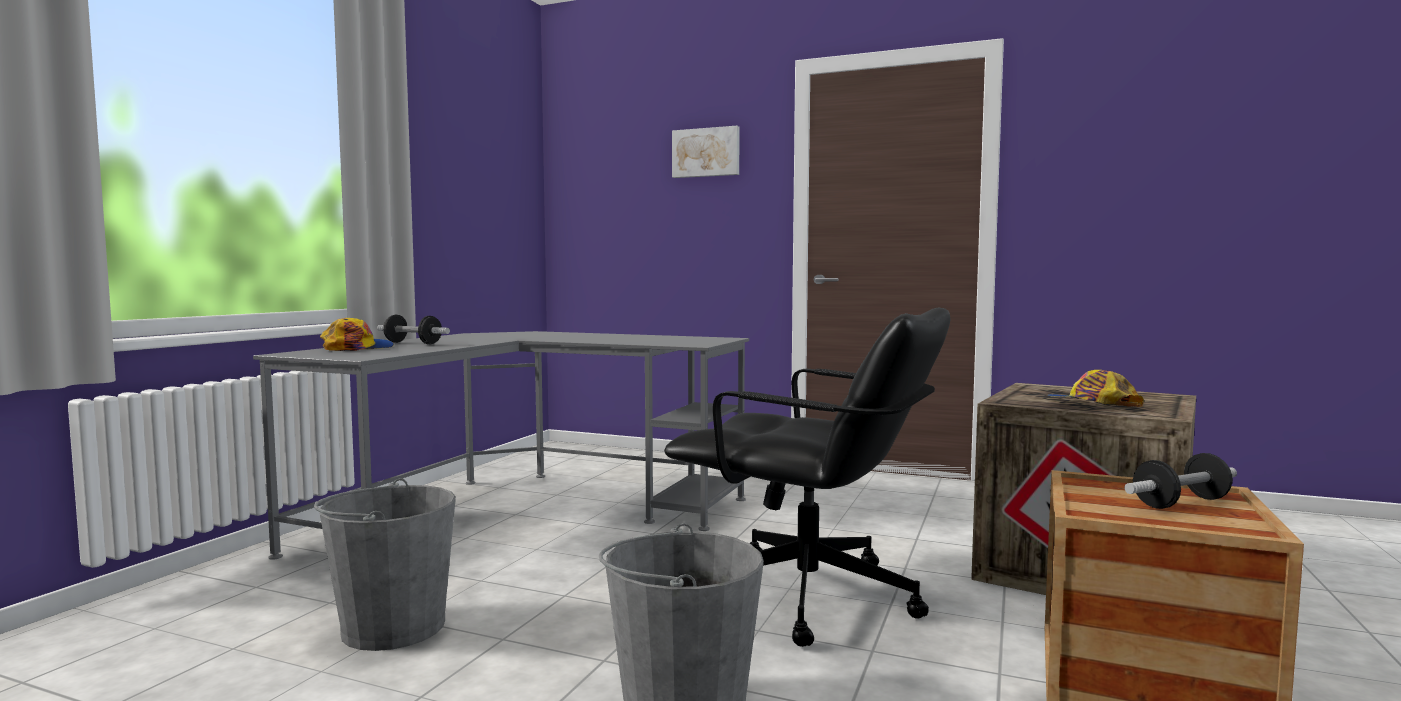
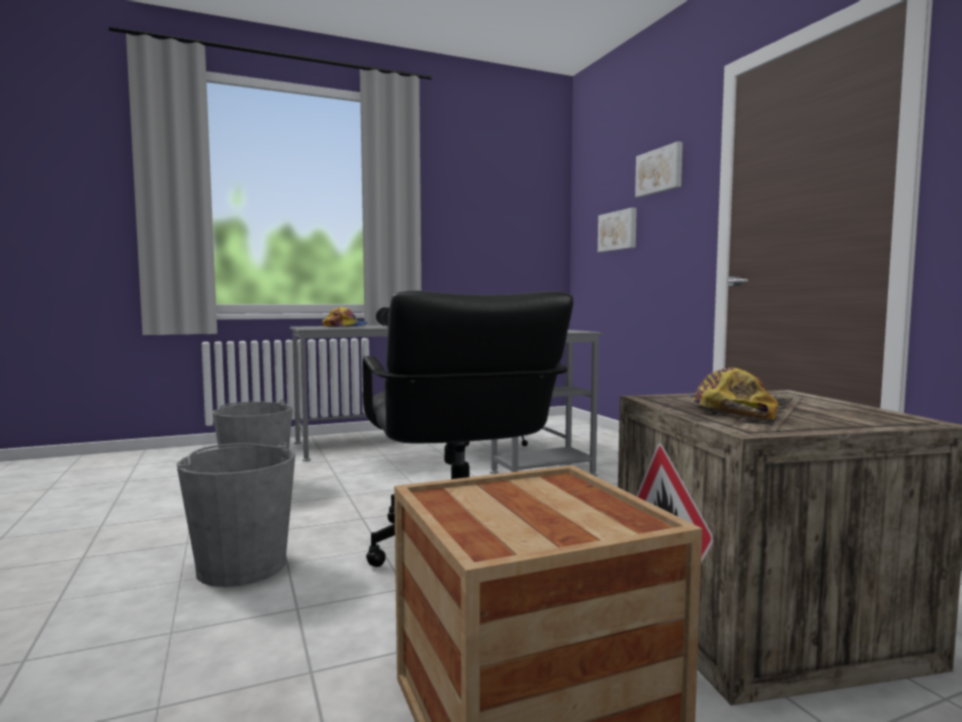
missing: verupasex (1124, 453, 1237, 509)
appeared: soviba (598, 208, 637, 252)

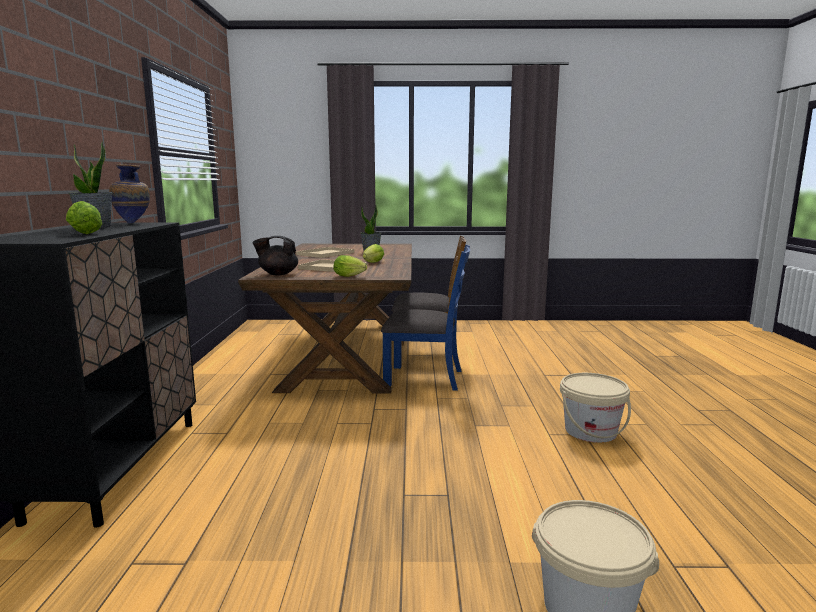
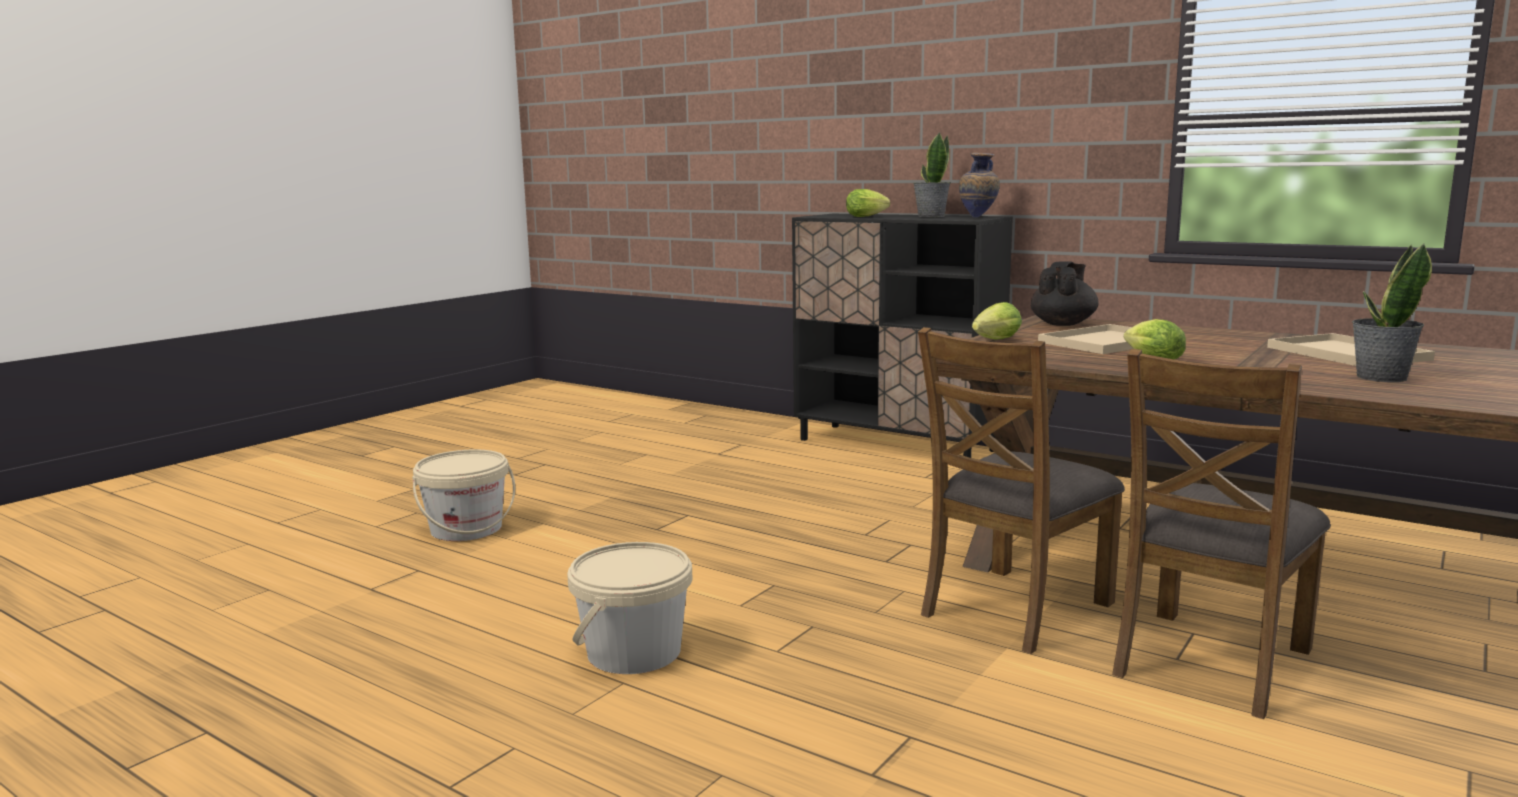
colour: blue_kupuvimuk (381, 245, 470, 391) to brown_kupuvimuk (918, 327, 1125, 654)

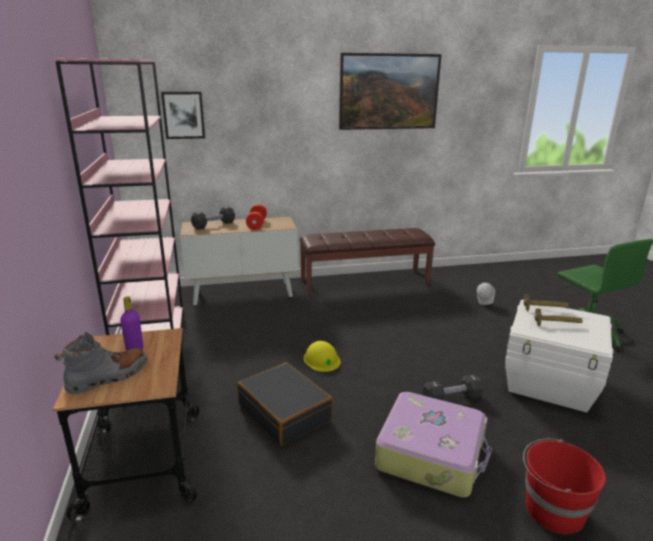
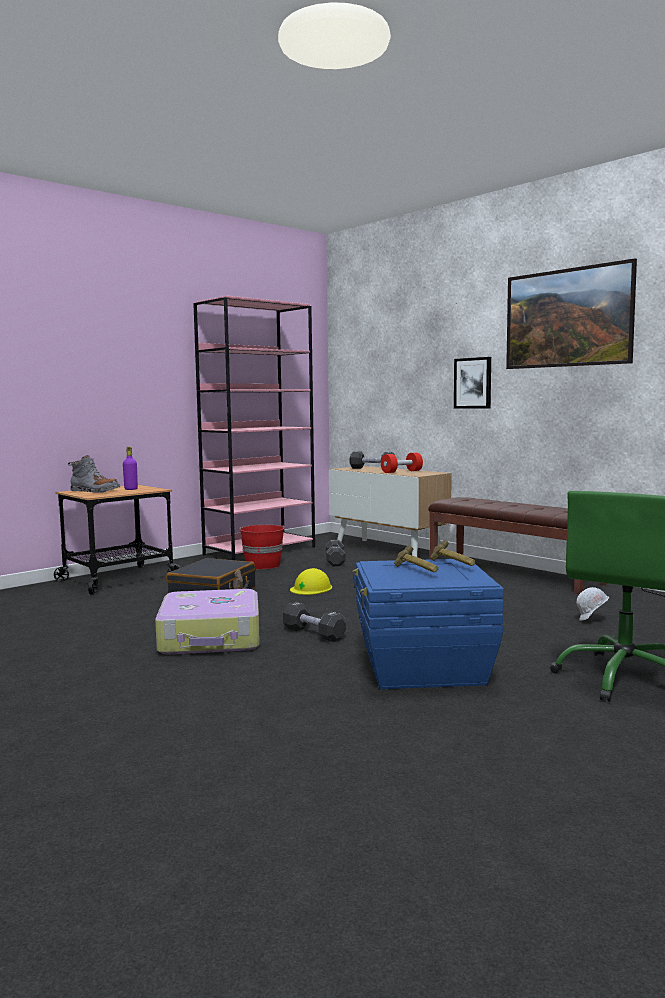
appeared: black_verupasex (326, 539, 345, 566)
relocated: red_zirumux (523, 438, 606, 534) to (239, 525, 285, 570); soviba (161, 92, 205, 139) to (454, 357, 491, 409)
colour: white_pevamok (505, 300, 613, 412) to blue_pevamok (352, 559, 504, 689)

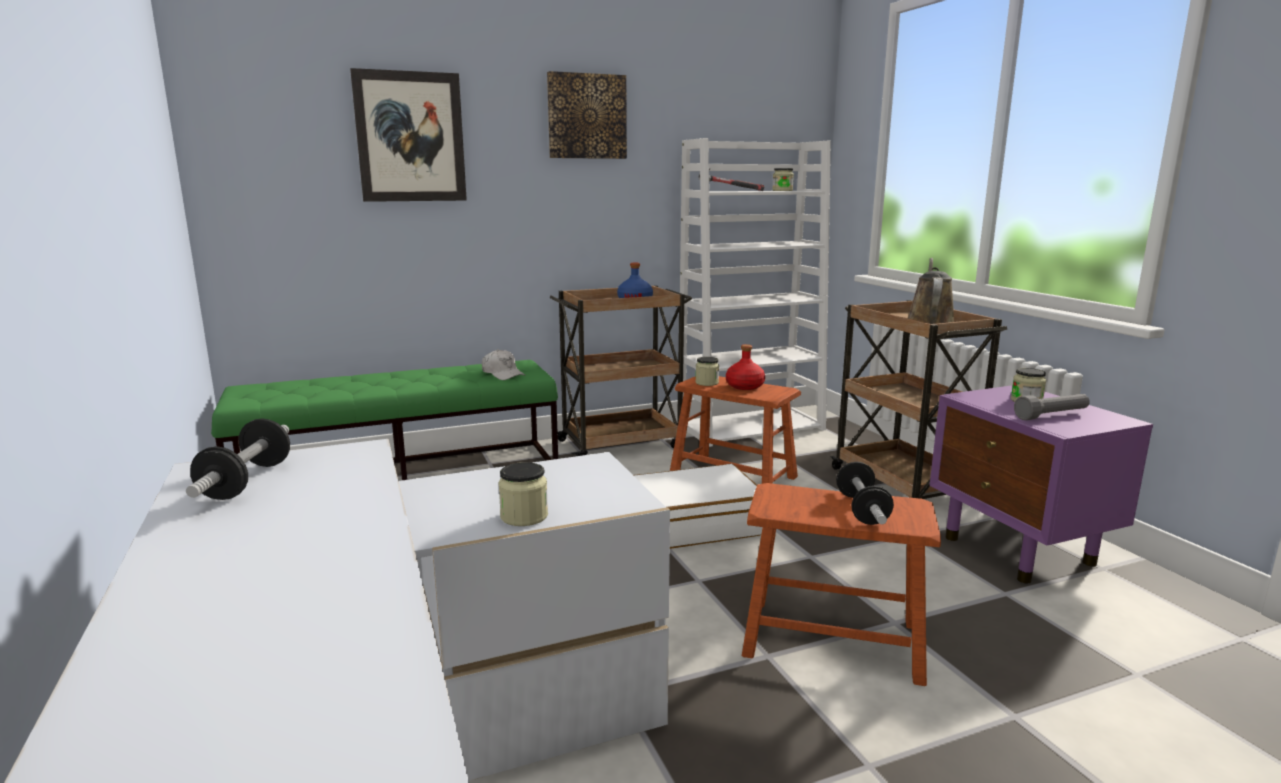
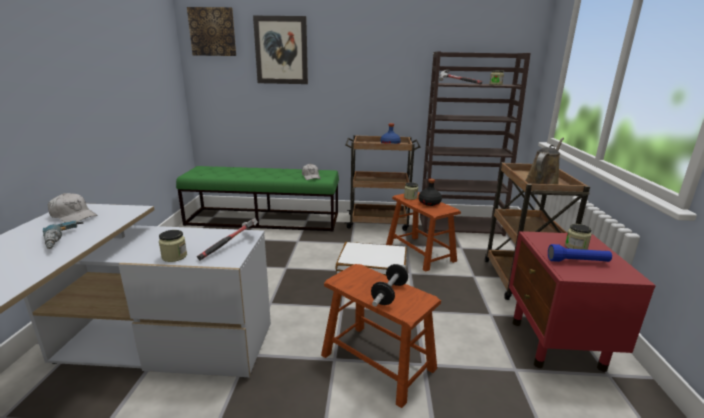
appeared: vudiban (43, 220, 83, 249); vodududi (197, 218, 258, 261)
relocated: soviba (547, 71, 627, 159) to (187, 7, 236, 56)
exchanged: verupasex (186, 418, 290, 500) to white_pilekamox (48, 193, 98, 223)
colour: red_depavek (726, 344, 765, 390) to black_depavek (418, 179, 442, 206); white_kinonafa (680, 138, 831, 447) to brown_kinonafa (420, 51, 531, 236); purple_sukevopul (930, 385, 1153, 584) to red_sukevopul (509, 231, 656, 372); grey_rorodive (1014, 394, 1090, 420) to blue_rorodive (548, 244, 612, 262)

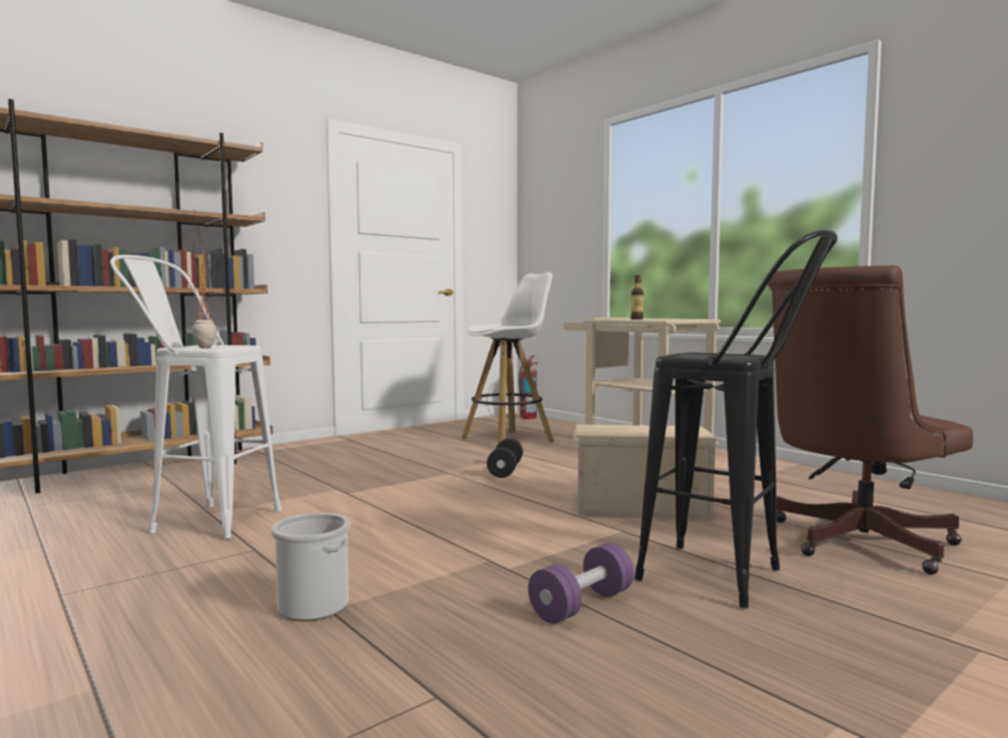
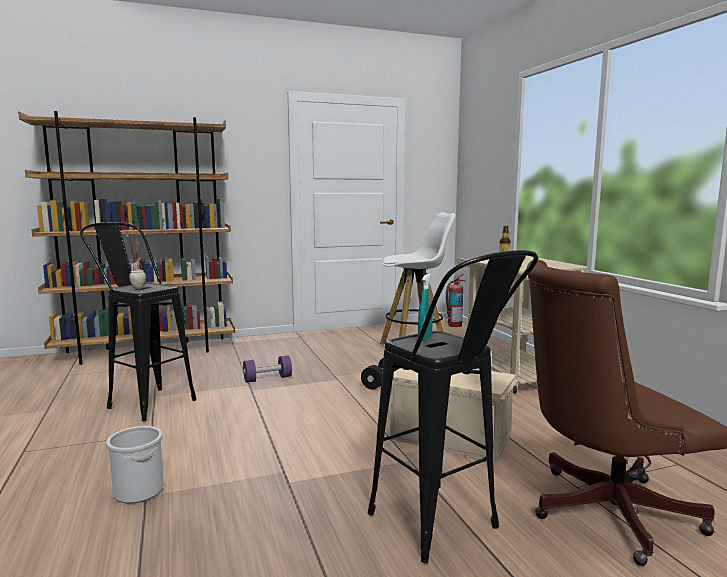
appeared: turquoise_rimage (418, 274, 433, 341)
relocated: purple_verupasex (528, 543, 634, 624) to (243, 355, 292, 383)
colour: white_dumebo (110, 255, 281, 539) to black_dumebo (80, 222, 197, 421)

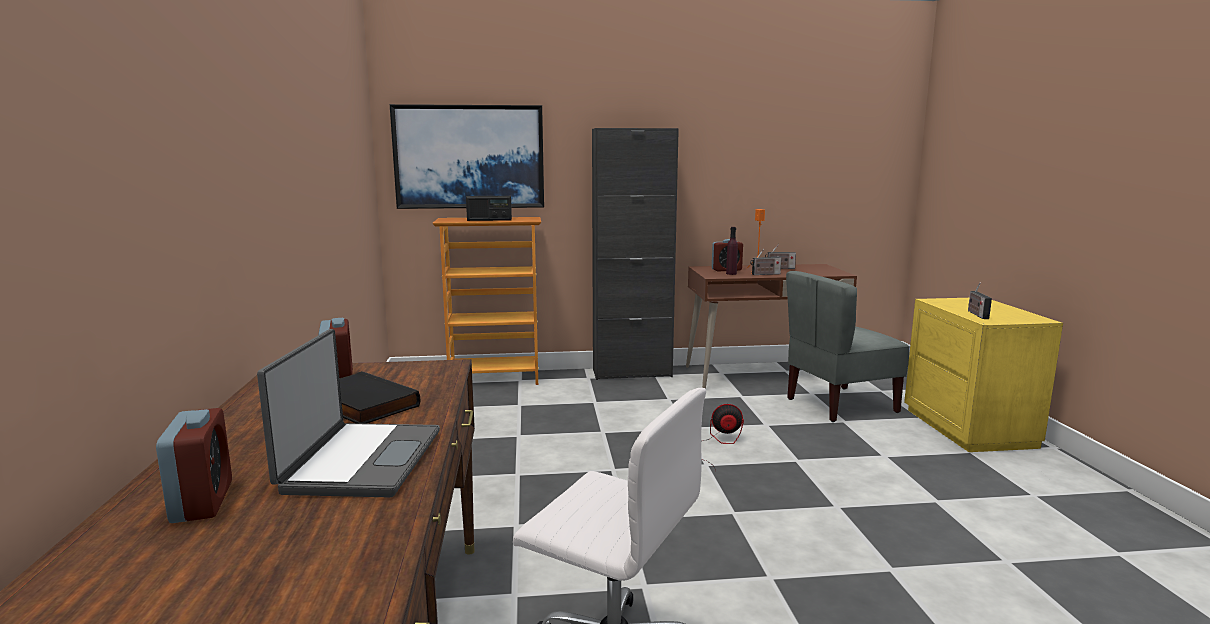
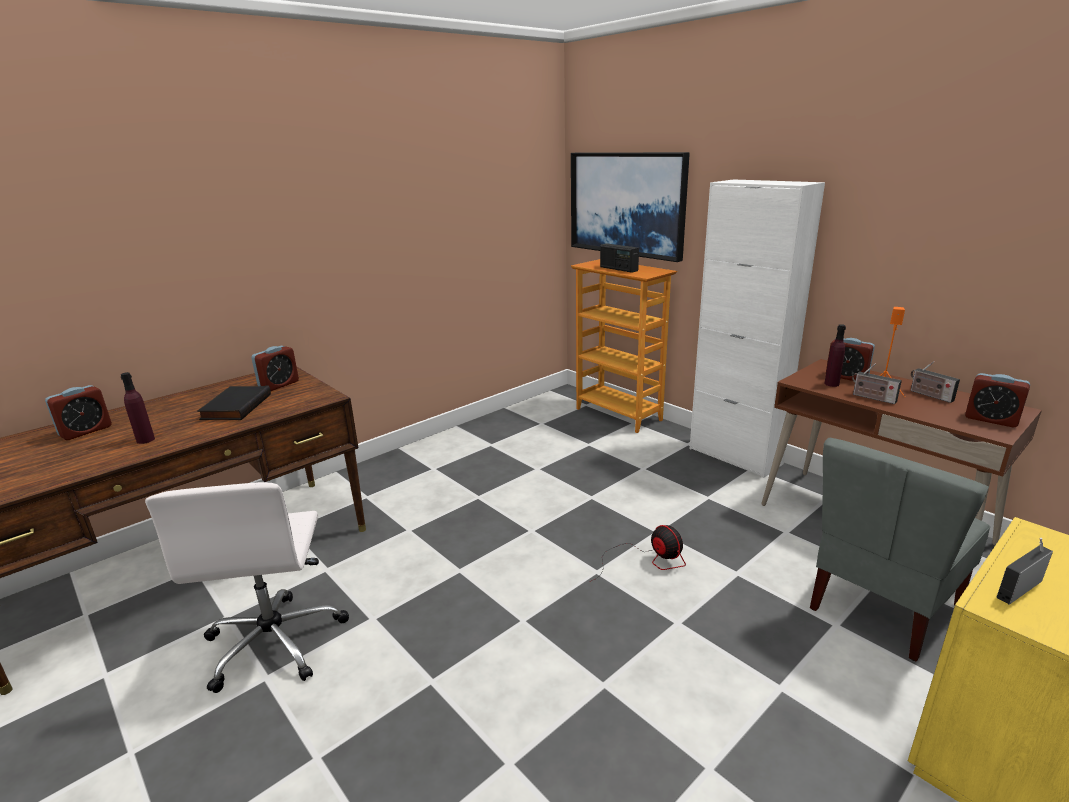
appeared: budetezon (965, 373, 1030, 427)
exchanged: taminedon (257, 329, 440, 497) to purple_depavek (121, 372, 155, 444)
colour: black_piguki (592, 128, 679, 380) to white_piguki (690, 179, 825, 478)
spun: grey_kupuvimuk (786, 271, 909, 422) = (810, 438, 990, 662) 75 degrees counterclockwise

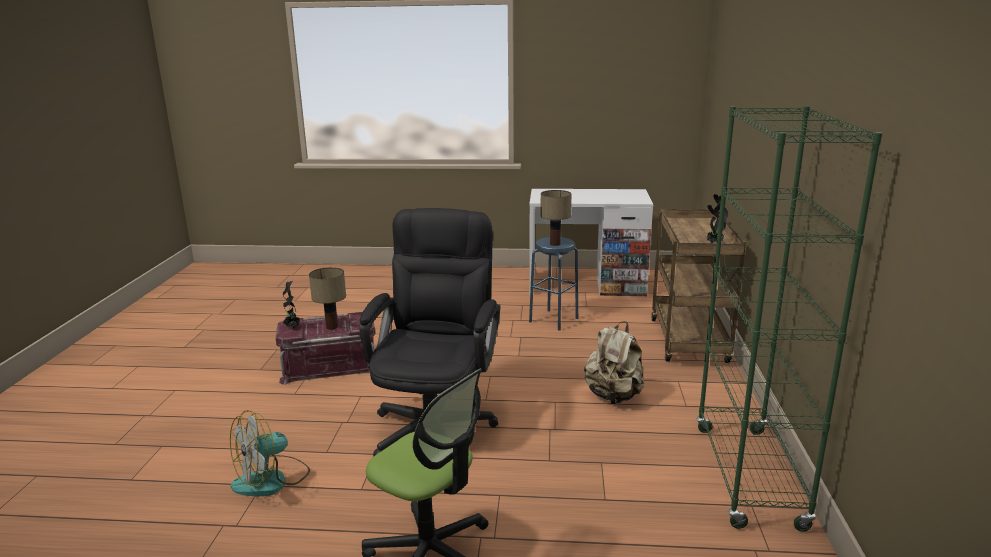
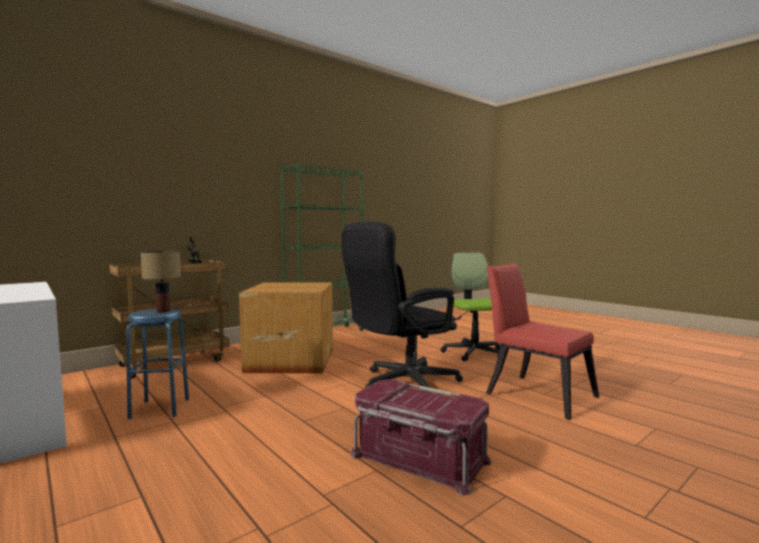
missing: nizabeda (283, 281, 300, 328); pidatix (309, 267, 346, 330)
exchanged: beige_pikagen (584, 321, 644, 404) to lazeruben (239, 283, 333, 374); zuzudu (230, 410, 310, 497) to red_kupuvimuk (486, 263, 599, 420)

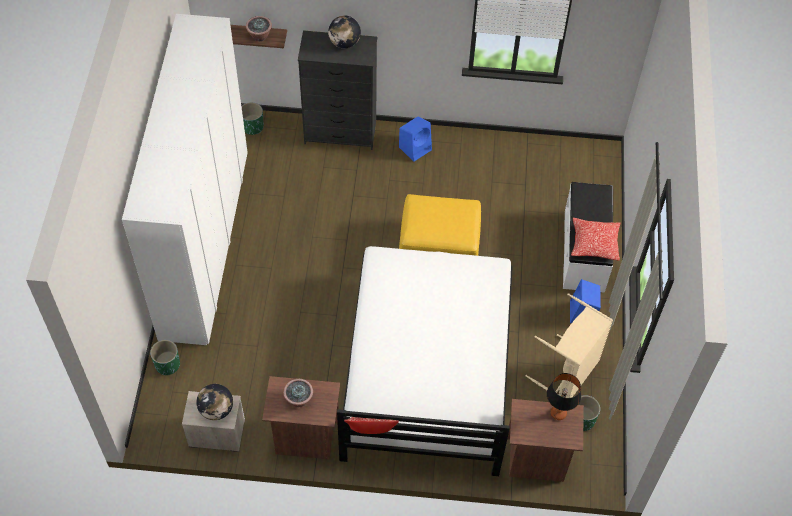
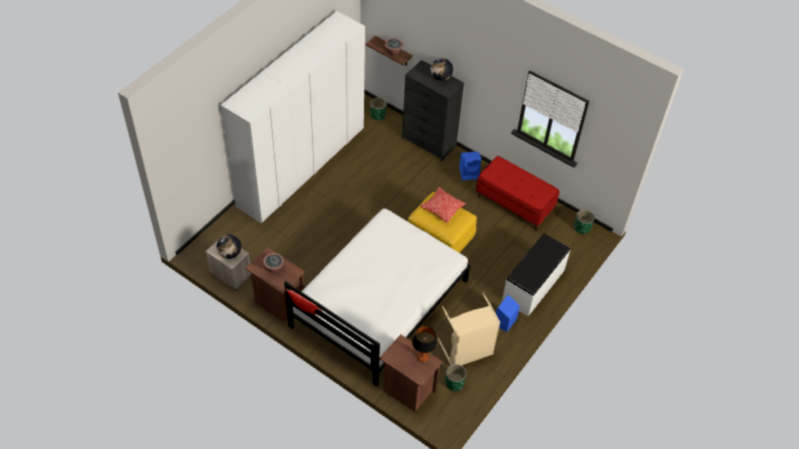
appeared: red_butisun (476, 156, 560, 231)
relocated: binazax (571, 218, 620, 260) to (420, 187, 466, 223); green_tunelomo (150, 340, 180, 376) to (574, 210, 595, 234)

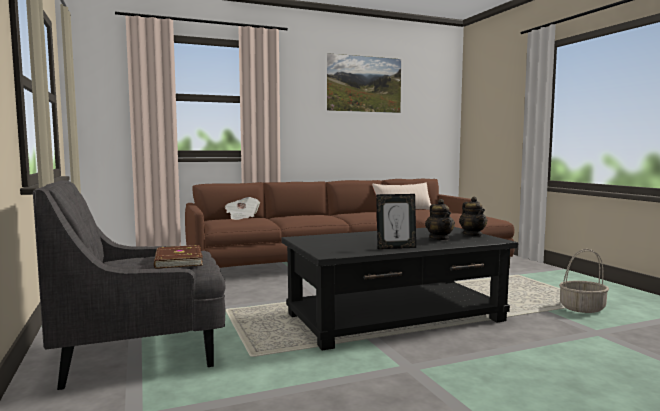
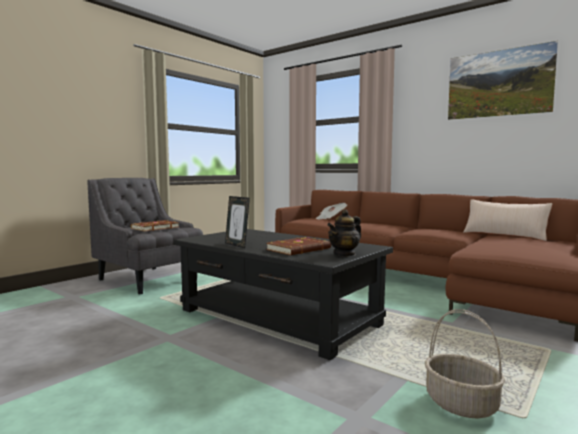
exchanged: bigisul (425, 199, 455, 241) to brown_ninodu (266, 237, 331, 255)

